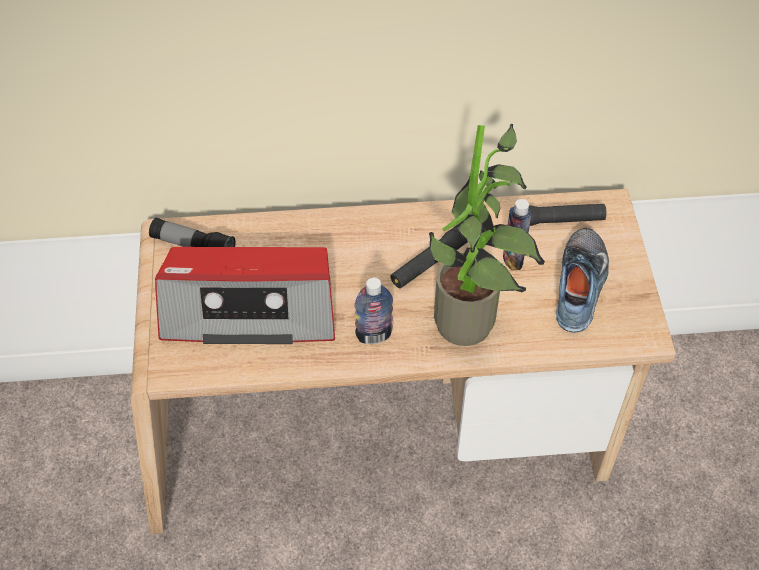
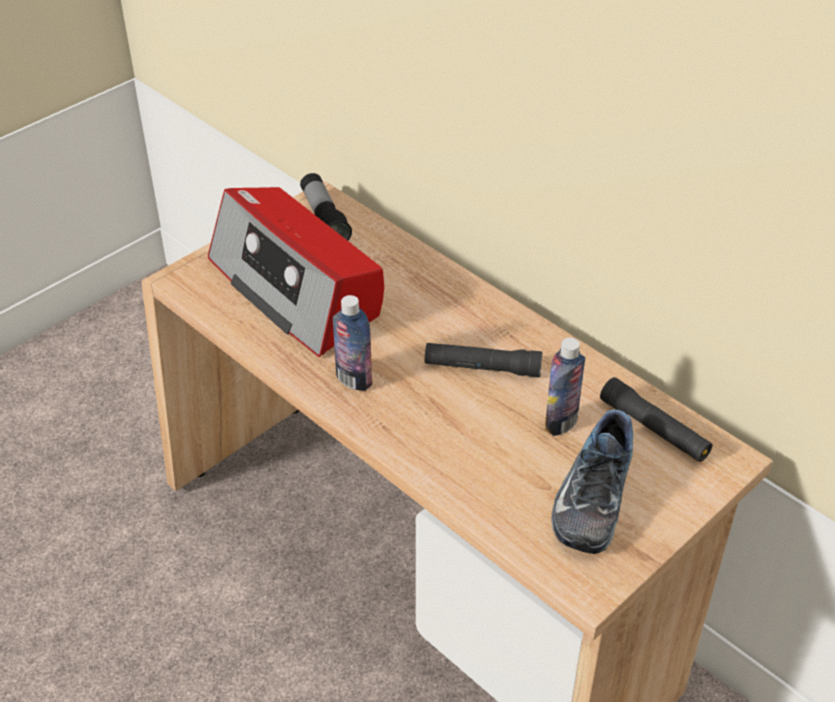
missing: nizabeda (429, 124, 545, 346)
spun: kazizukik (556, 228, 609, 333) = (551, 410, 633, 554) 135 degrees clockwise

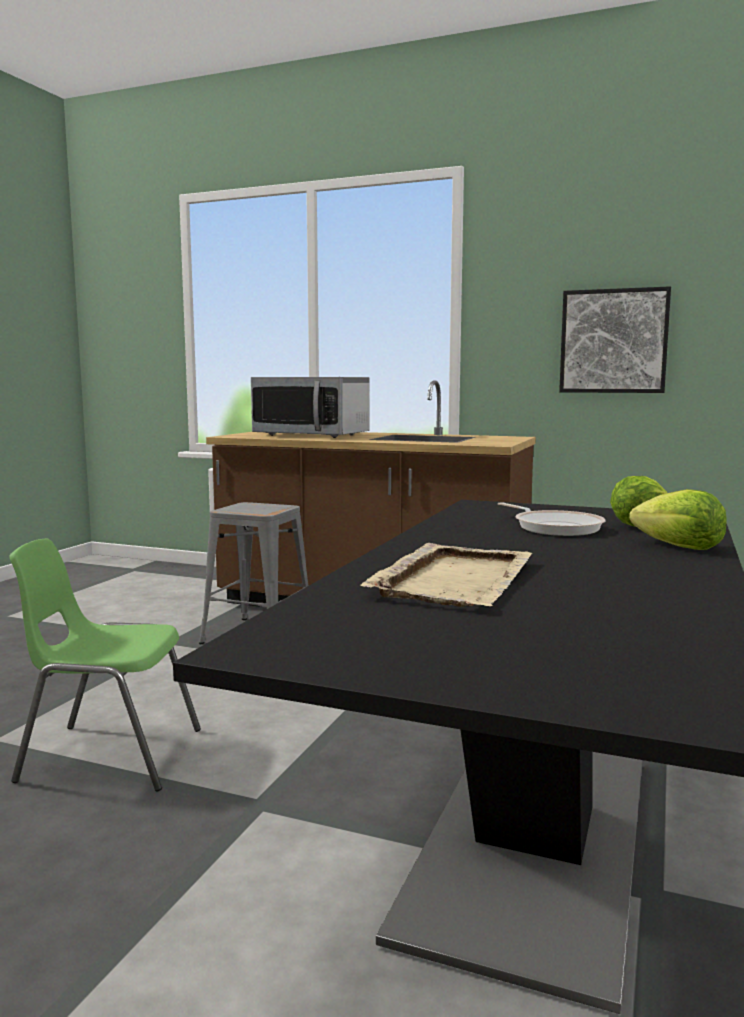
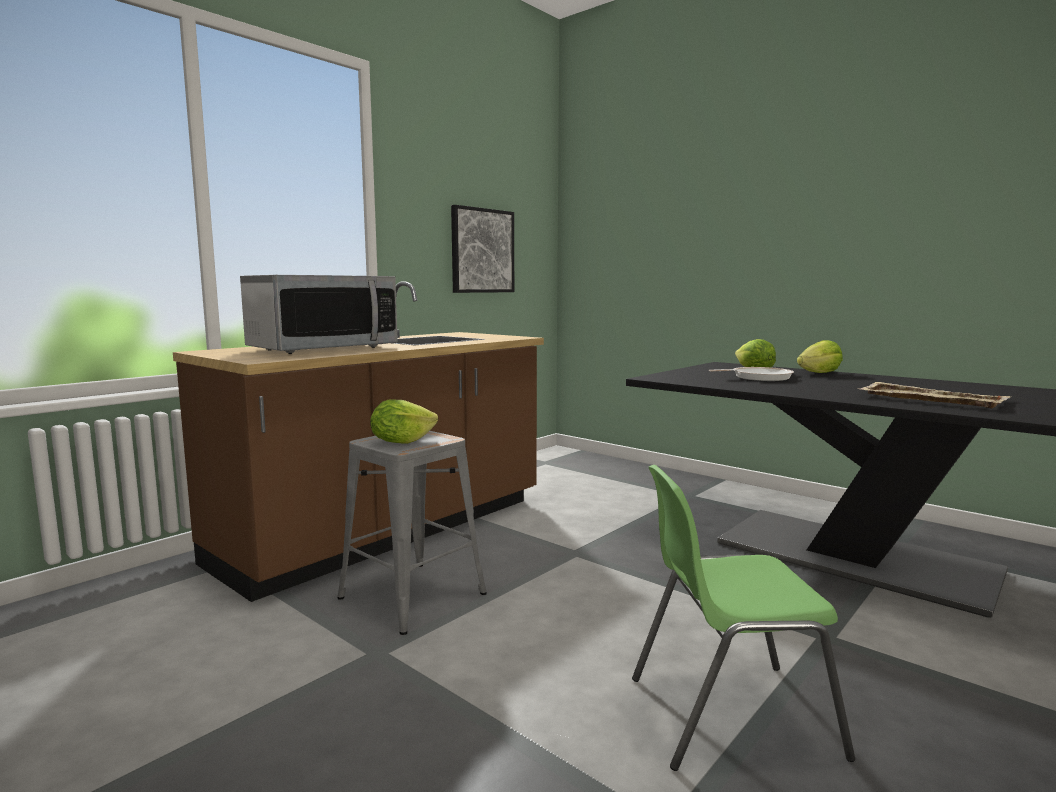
appeared: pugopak (370, 400, 438, 444)
spun: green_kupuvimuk (10, 539, 201, 792) = (632, 465, 855, 771) 60 degrees clockwise

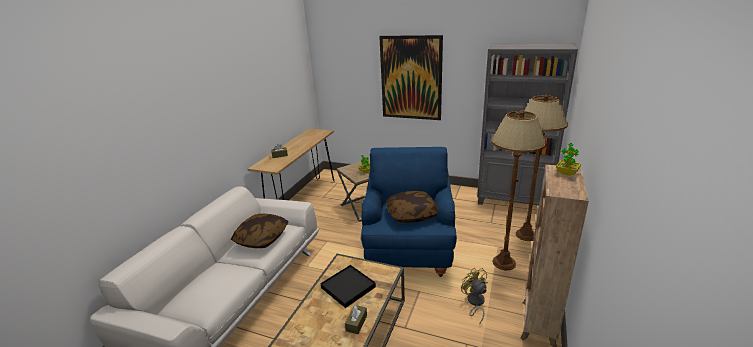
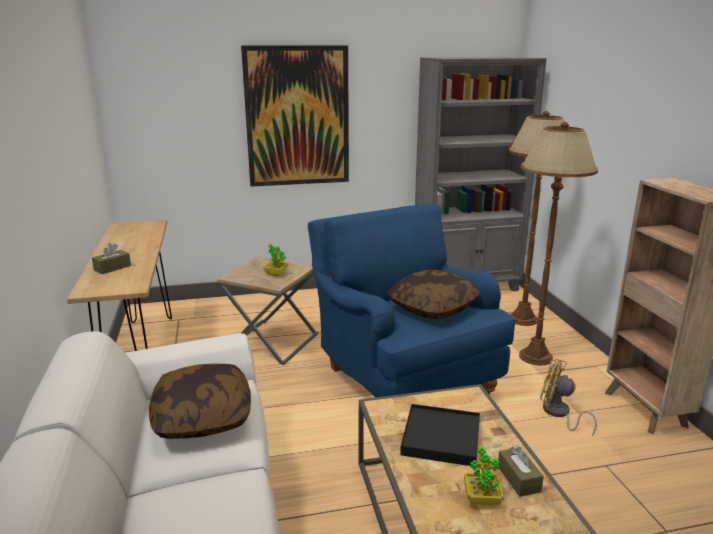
relocated: nizabeda (556, 142, 581, 176) to (464, 447, 504, 505)

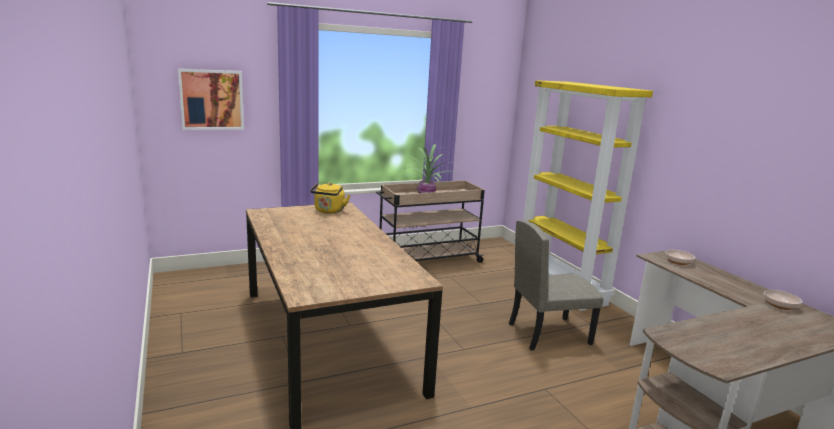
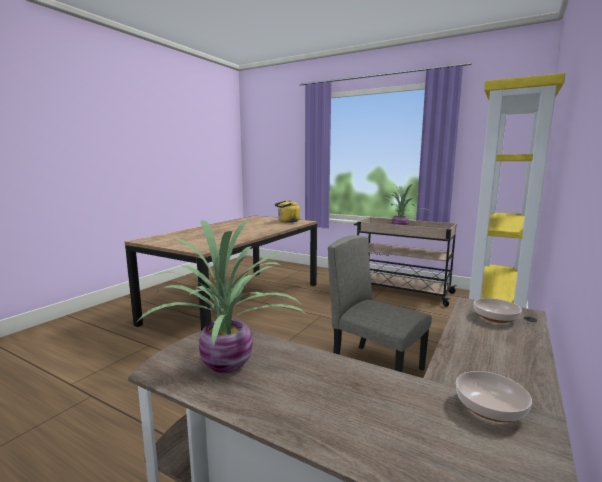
missing: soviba (178, 69, 244, 130)
appeared: nizabeda (136, 220, 305, 373)

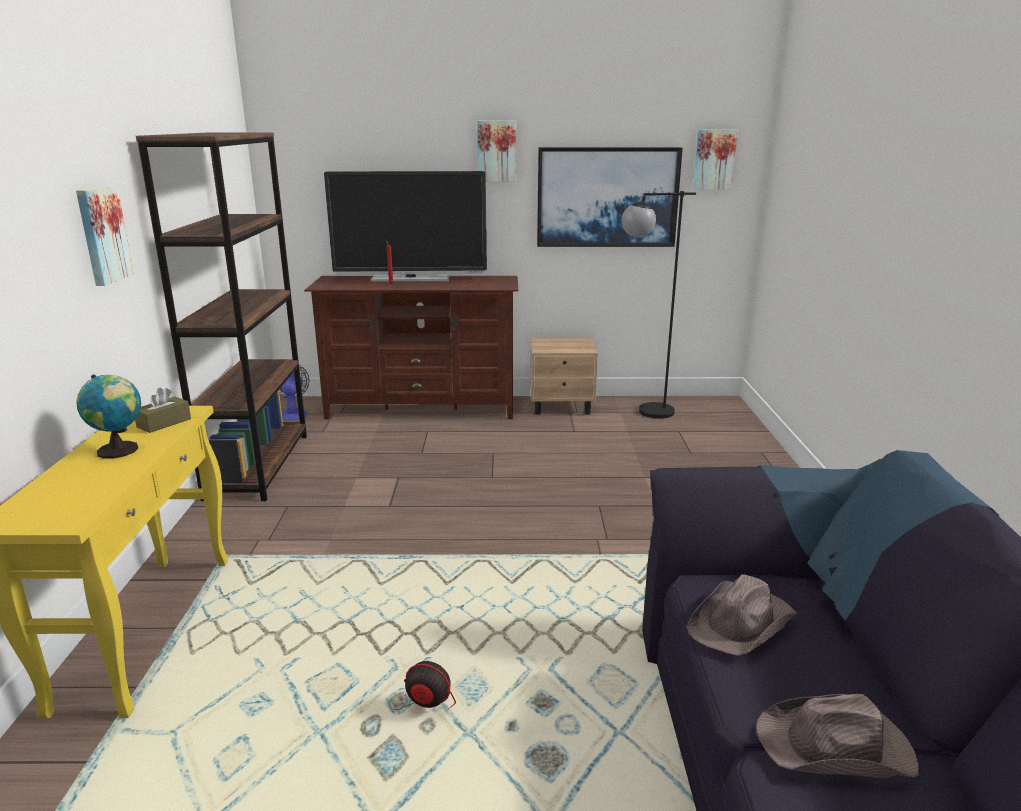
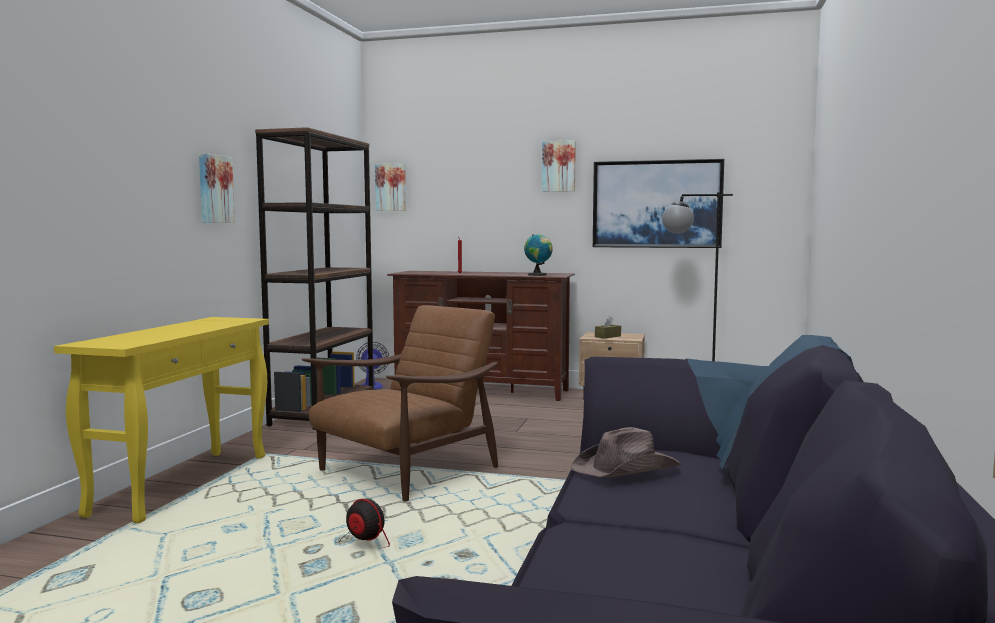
missing: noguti (324, 171, 487, 282); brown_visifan (756, 694, 919, 778)
appeared: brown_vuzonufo (302, 305, 498, 501)
relocated: soviba (693, 129, 738, 190) to (375, 163, 406, 211); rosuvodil (76, 375, 141, 459) to (524, 234, 553, 276); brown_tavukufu (135, 387, 191, 433) to (595, 316, 621, 339)

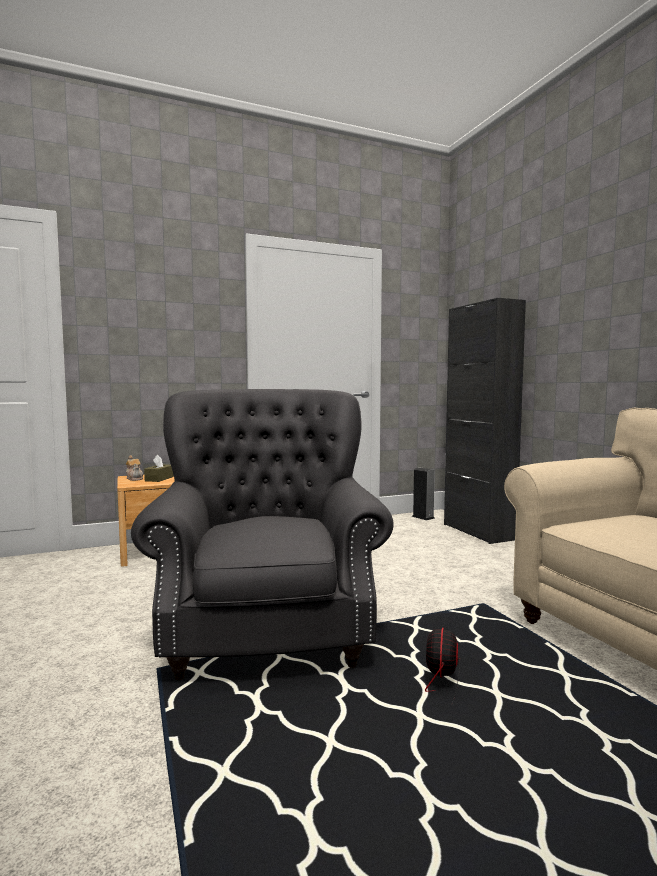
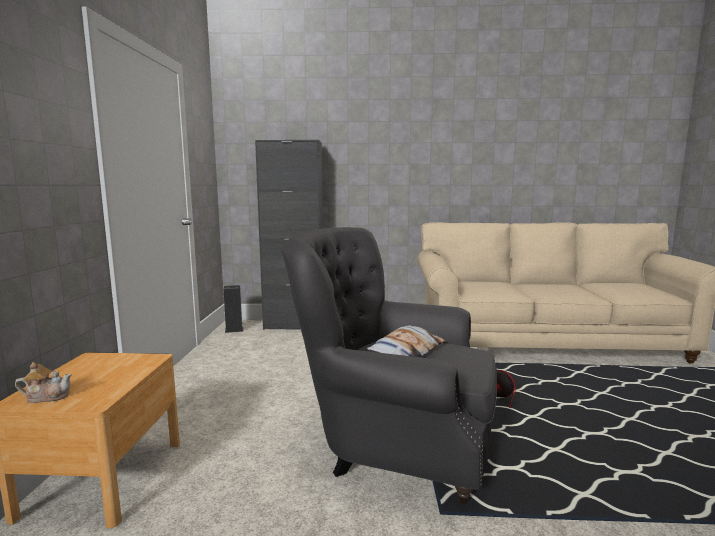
missing: brown_tavukufu (144, 455, 174, 482)
appeared: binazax (367, 326, 445, 357)

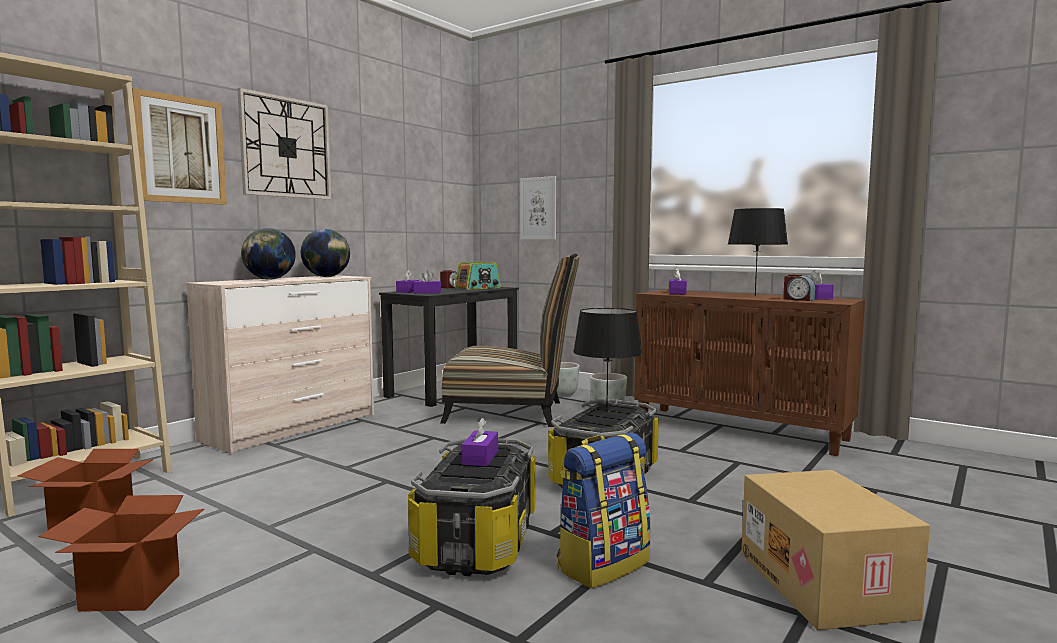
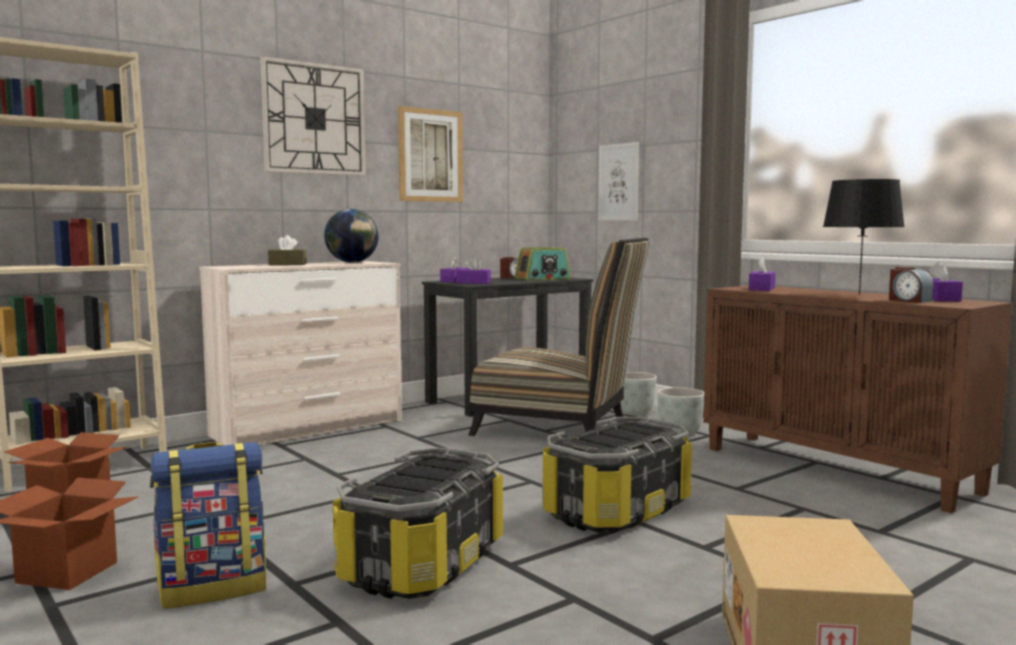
missing: purple_tavukufu (462, 418, 498, 467); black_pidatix (573, 308, 643, 413)
relocated: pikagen (557, 433, 651, 588) to (150, 442, 266, 609); soviba (132, 88, 227, 205) to (398, 106, 463, 202)
exchanged: rosuvodil (241, 228, 296, 280) to brown_tavukufu (268, 235, 307, 265)

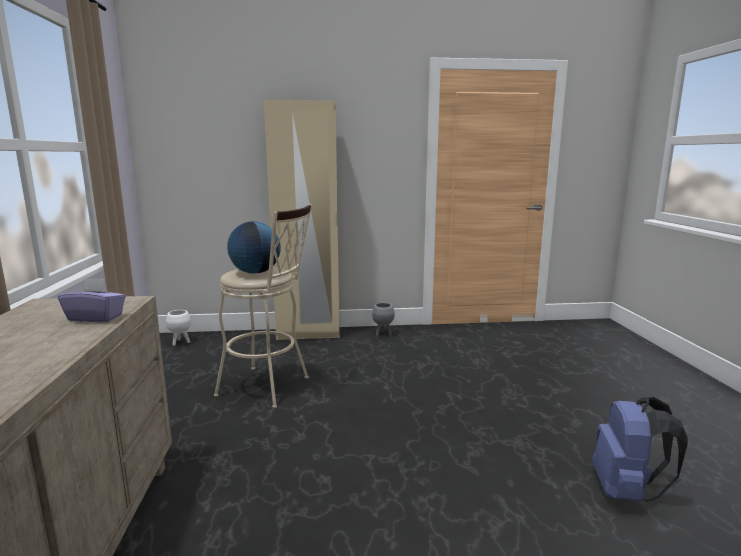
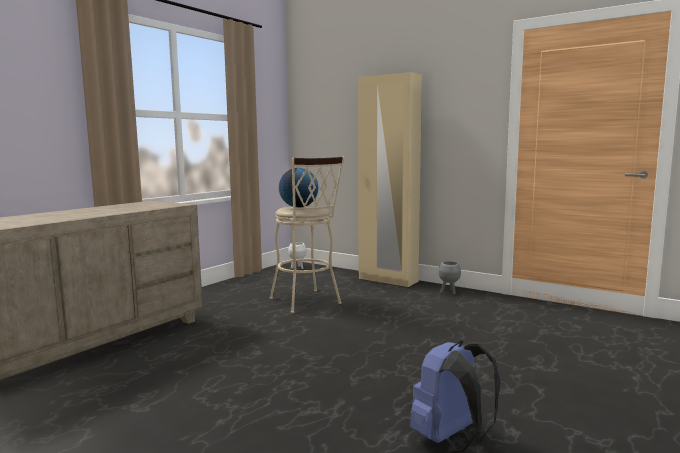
missing: purple_tavukufu (58, 278, 126, 322)

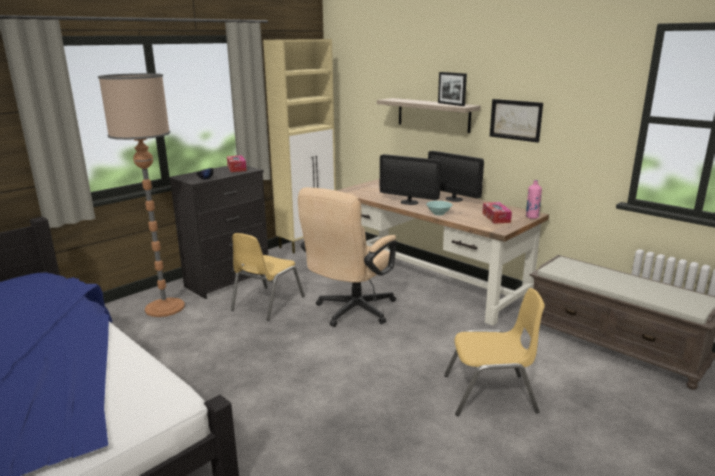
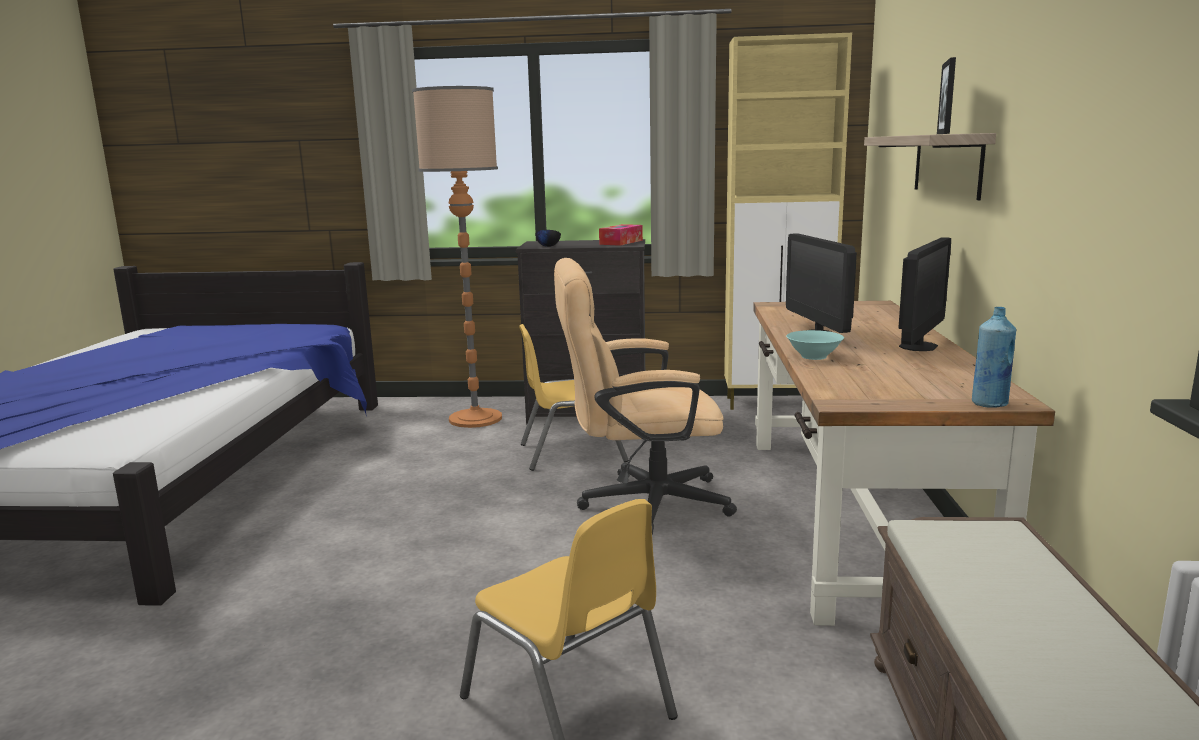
missing: tavukufu (483, 202, 512, 224); soviba (490, 99, 543, 143)
colour: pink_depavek (526, 180, 542, 219) to blue_depavek (972, 307, 1016, 408)
spun: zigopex (428, 151, 484, 202) = (898, 237, 951, 351) 150 degrees counterclockwise

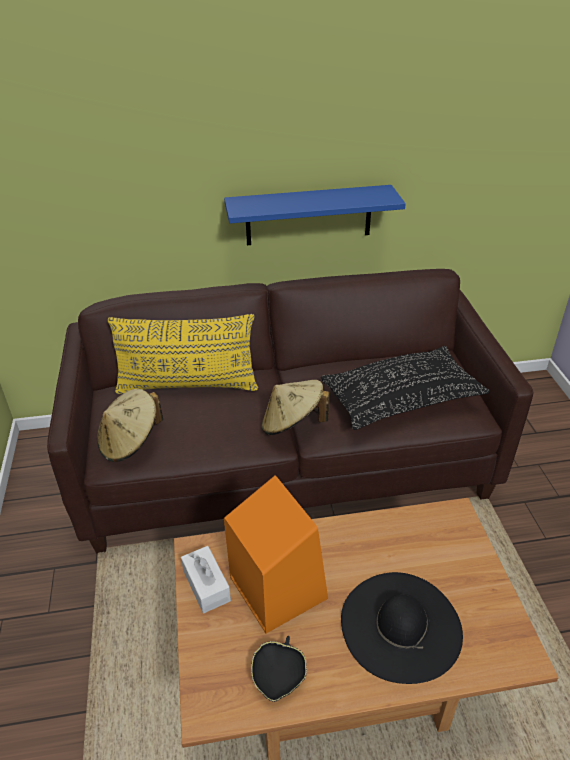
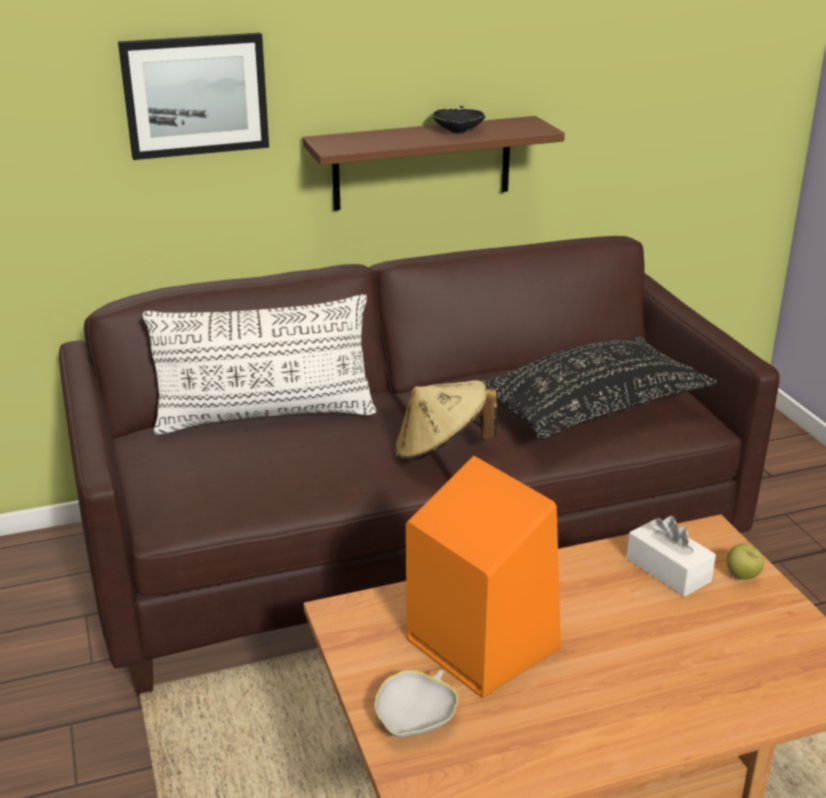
missing: beige_visifan (97, 389, 163, 462); black_visifan (341, 572, 463, 684)
appeared: soviba (118, 33, 269, 160); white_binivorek (374, 670, 458, 738); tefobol (726, 544, 764, 580)
relocated: black_binivorek (251, 636, 307, 702) to (432, 106, 486, 133); white_tavukufu (181, 546, 231, 613) to (627, 516, 716, 597)
colour: yellow_binazax (108, 314, 258, 394) to white_binazax (143, 294, 376, 435); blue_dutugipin (224, 185, 406, 245) to brown_dutugipin (302, 116, 565, 211)

